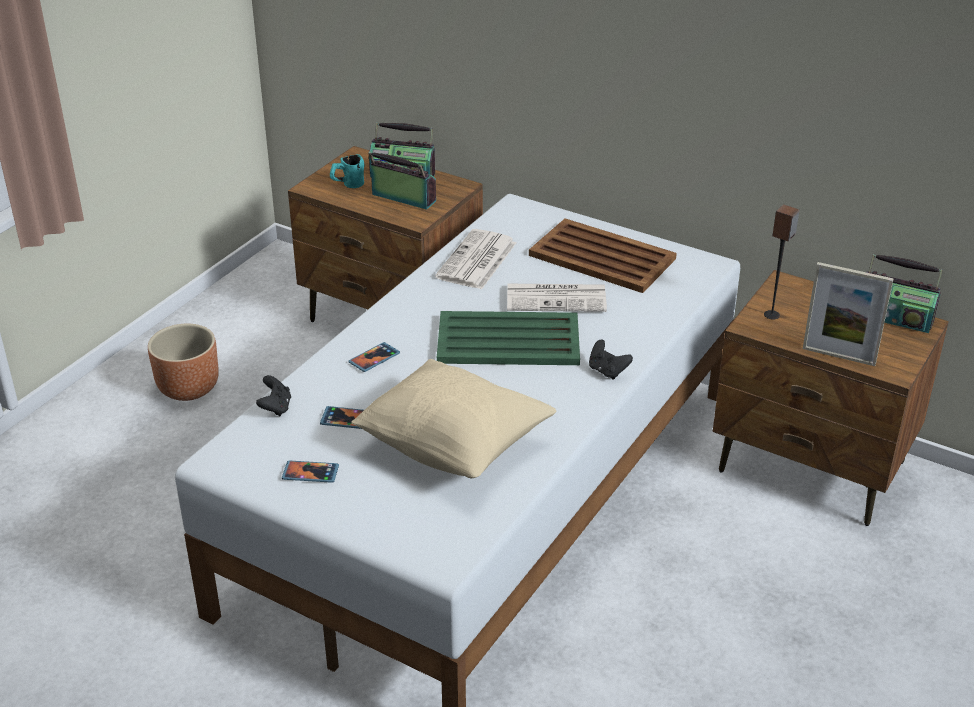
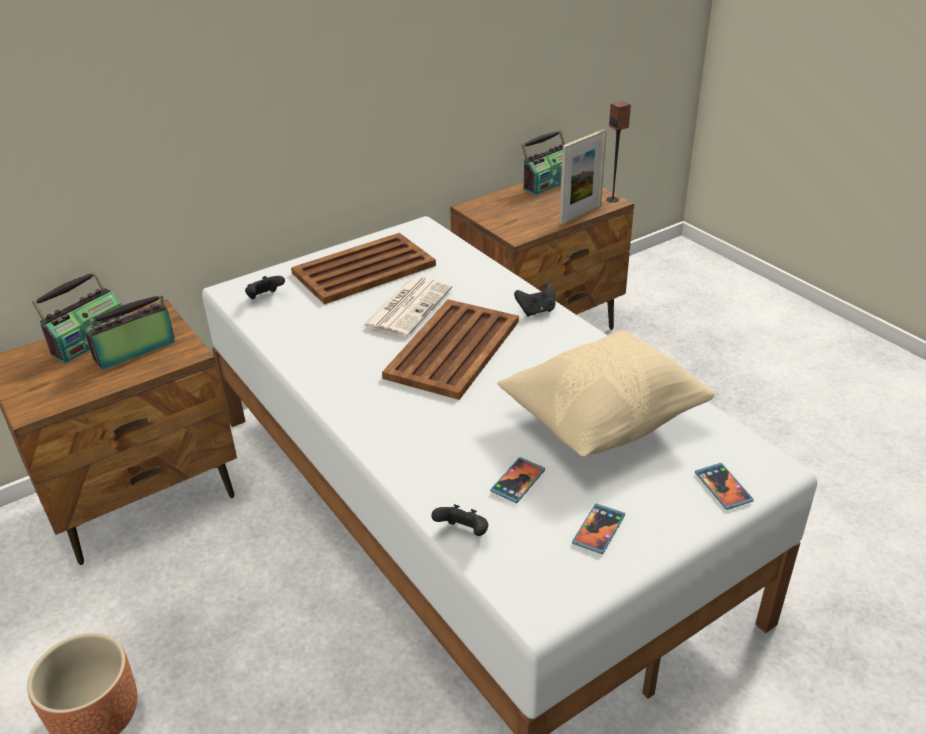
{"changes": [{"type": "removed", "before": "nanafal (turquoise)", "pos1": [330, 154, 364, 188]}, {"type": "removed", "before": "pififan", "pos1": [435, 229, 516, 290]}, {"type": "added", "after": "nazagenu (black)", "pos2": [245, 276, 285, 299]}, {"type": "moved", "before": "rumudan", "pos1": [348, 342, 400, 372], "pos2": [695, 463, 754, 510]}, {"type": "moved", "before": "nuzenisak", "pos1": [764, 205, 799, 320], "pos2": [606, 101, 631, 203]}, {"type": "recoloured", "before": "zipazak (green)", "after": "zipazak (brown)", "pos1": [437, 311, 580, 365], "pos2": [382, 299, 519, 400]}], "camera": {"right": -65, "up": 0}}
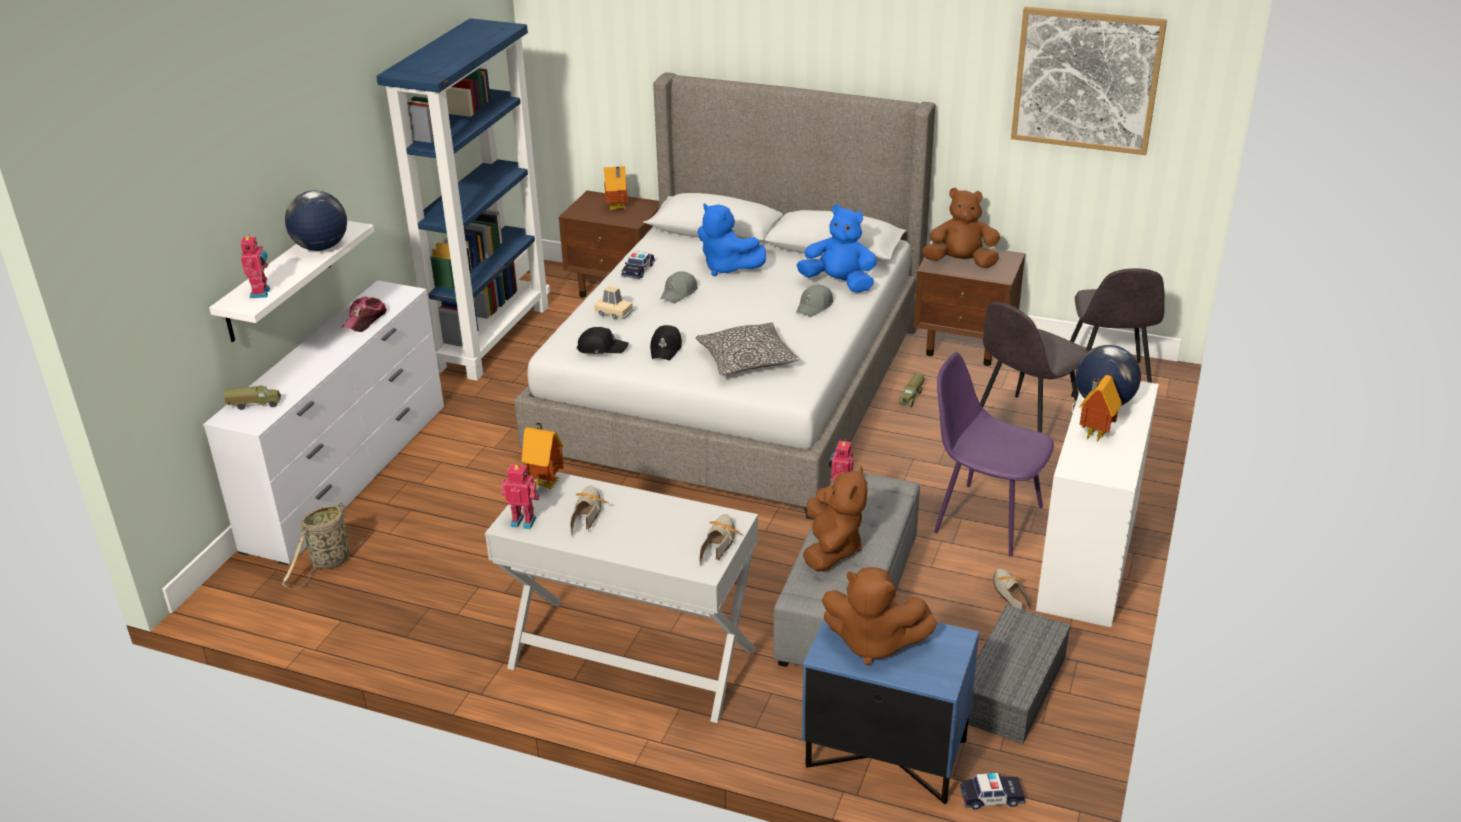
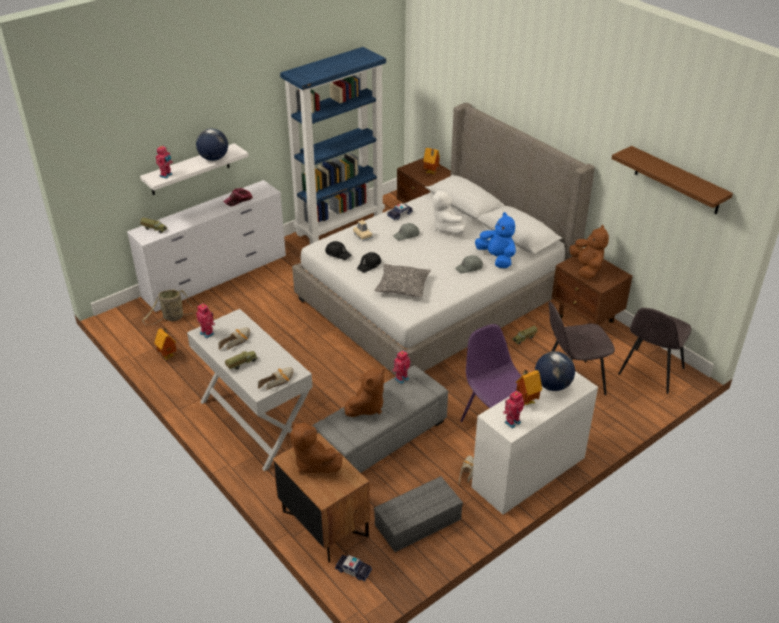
{"changes": [{"type": "added", "after": "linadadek", "pos2": [225, 351, 258, 370]}, {"type": "added", "after": "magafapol", "pos2": [503, 390, 525, 429]}, {"type": "moved", "before": "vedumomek", "pos1": [522, 422, 564, 489], "pos2": [154, 328, 177, 360]}, {"type": "replaced", "before": "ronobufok", "after": "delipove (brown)", "pos1": [1011, 7, 1167, 155], "pos2": [612, 146, 733, 214]}, {"type": "recoloured", "before": "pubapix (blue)", "after": "pubapix (white)", "pos1": [698, 203, 766, 276], "pos2": [433, 188, 466, 234]}, {"type": "recoloured", "before": "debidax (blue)", "after": "debidax (brown)", "pos1": [802, 620, 979, 804], "pos2": [273, 433, 370, 562]}, {"type": "turned", "before": "pubapix (brown)", "pos1": [922, 188, 1000, 268], "pos2": [570, 225, 609, 280], "turn": 45}], "camera": {"right": 30, "up": 5}}
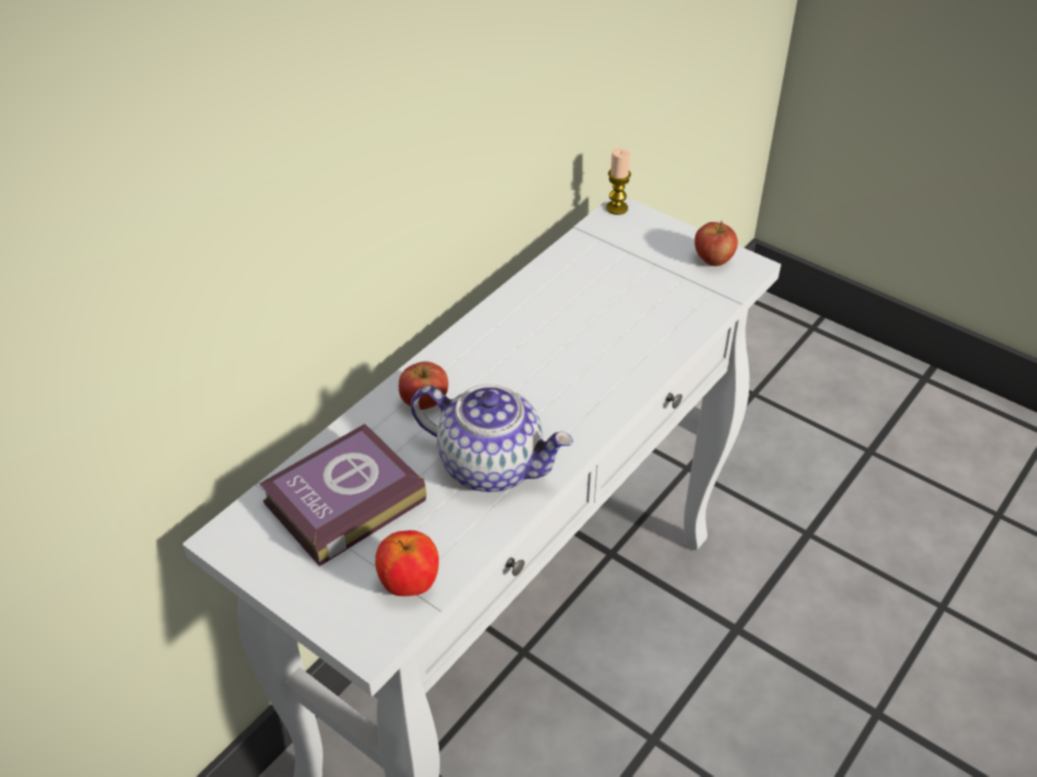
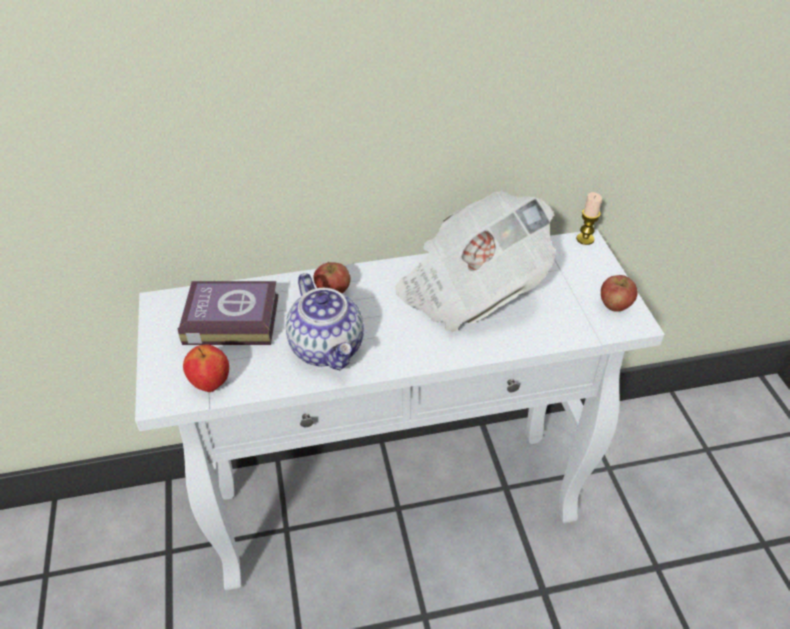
{"changes": [{"type": "added", "after": "pififan", "pos2": [396, 191, 556, 332]}], "camera": {"right": 40, "up": 0}}
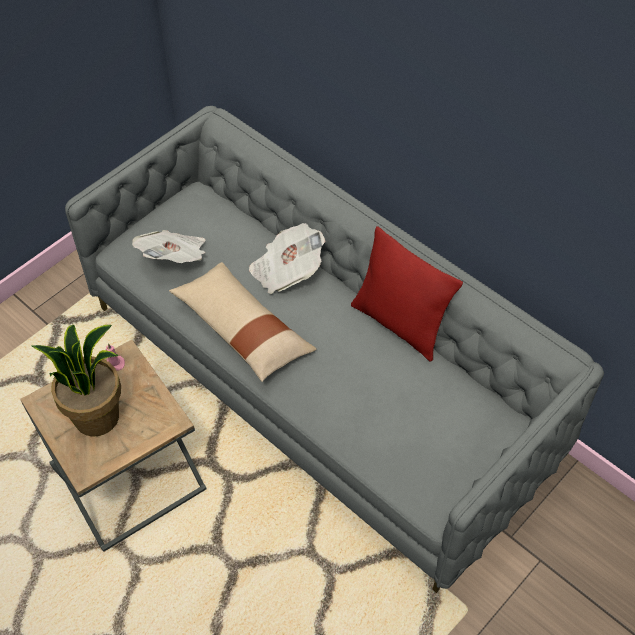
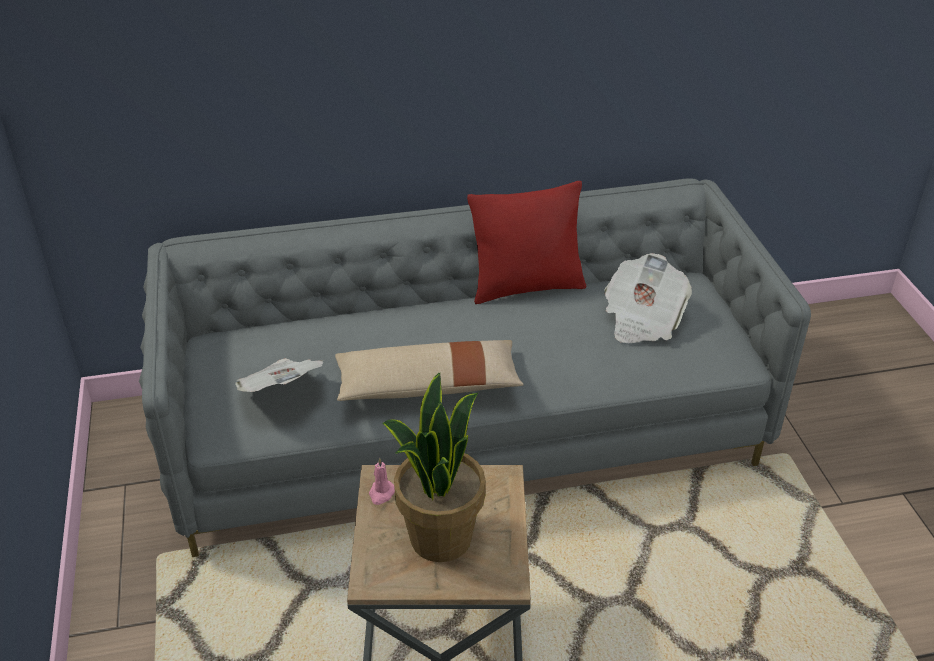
{"changes": [{"type": "moved", "before": "pififan", "pos1": [249, 223, 325, 294], "pos2": [604, 253, 692, 343]}], "camera": {"right": -55, "up": -15}}
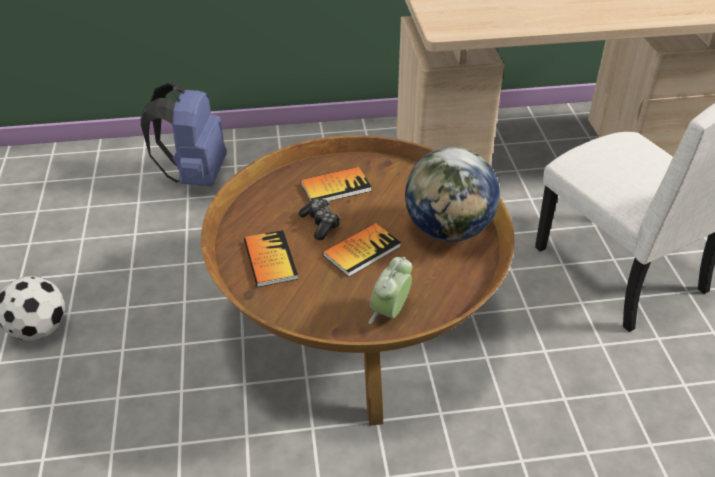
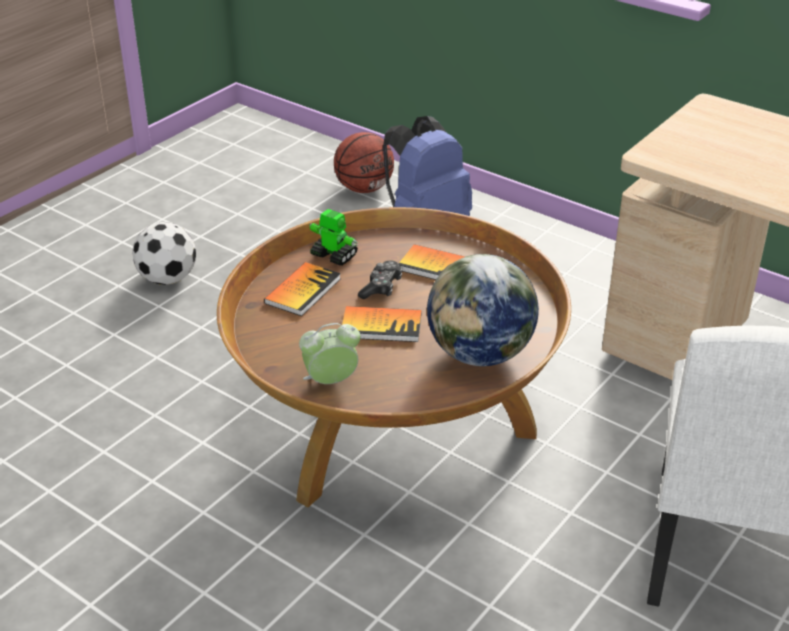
{"changes": [{"type": "added", "after": "magafapol", "pos2": [309, 209, 358, 265]}, {"type": "added", "after": "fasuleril", "pos2": [334, 132, 394, 193]}], "camera": {"right": 45, "up": -5}}
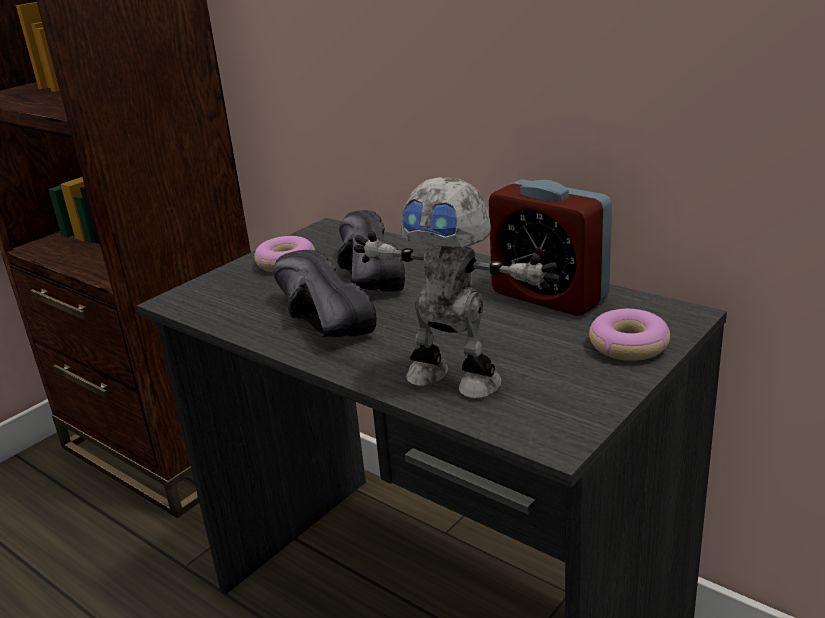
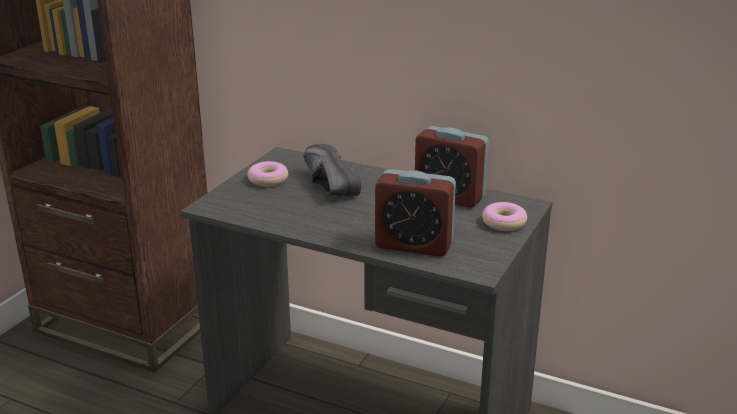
{"changes": [{"type": "removed", "before": "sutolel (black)", "pos1": [273, 250, 376, 337]}, {"type": "replaced", "before": "magafapol", "after": "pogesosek", "pos1": [354, 177, 560, 399], "pos2": [375, 169, 456, 257]}], "camera": {"right": -15, "up": 0}}
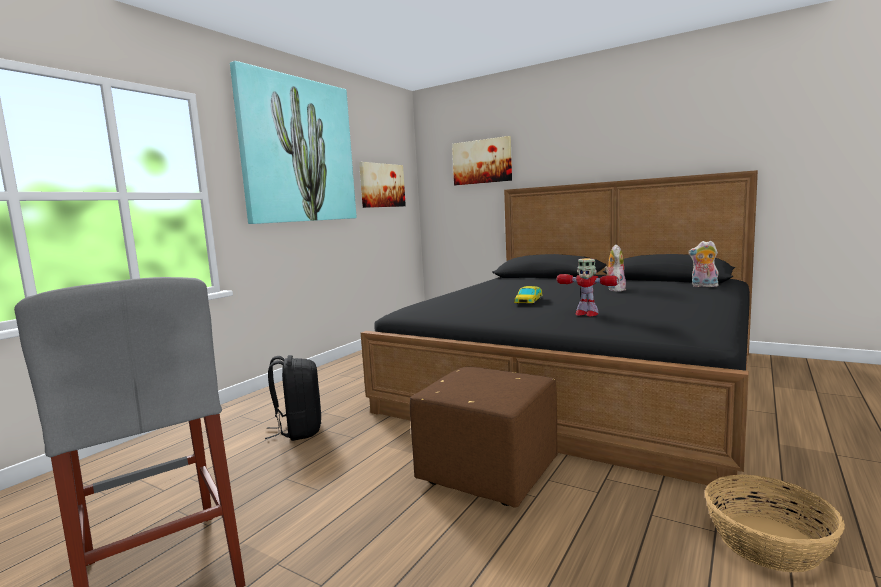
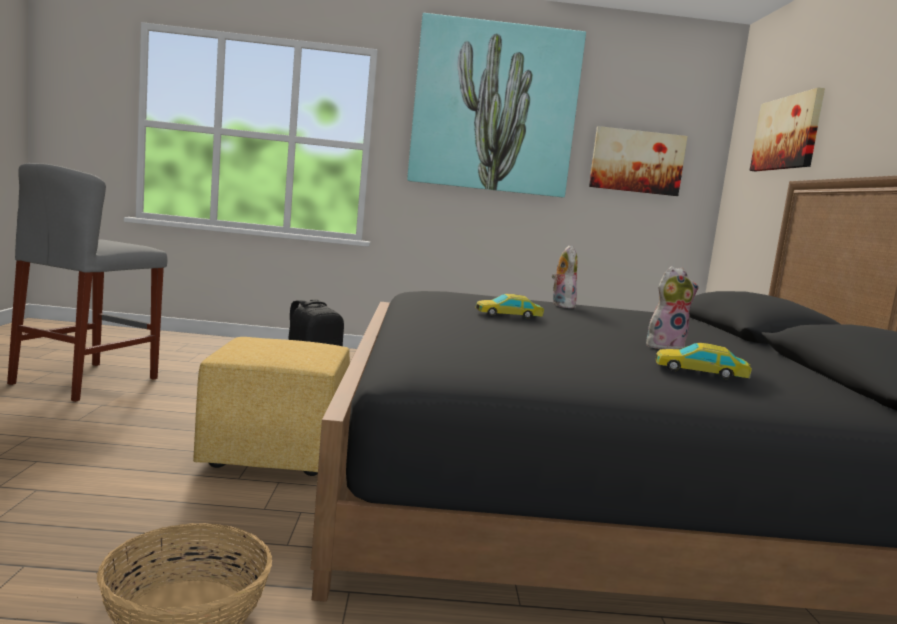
{"changes": [{"type": "removed", "before": "magafapol", "pos1": [557, 258, 619, 316]}, {"type": "added", "after": "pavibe", "pos2": [656, 343, 752, 379]}, {"type": "moved", "before": "pubapix", "pos1": [688, 241, 719, 287], "pos2": [552, 245, 577, 308]}, {"type": "recoloured", "before": "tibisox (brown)", "after": "tibisox (yellow)", "pos1": [410, 366, 558, 507], "pos2": [193, 337, 350, 476]}], "camera": {"right": 55, "up": 0}}
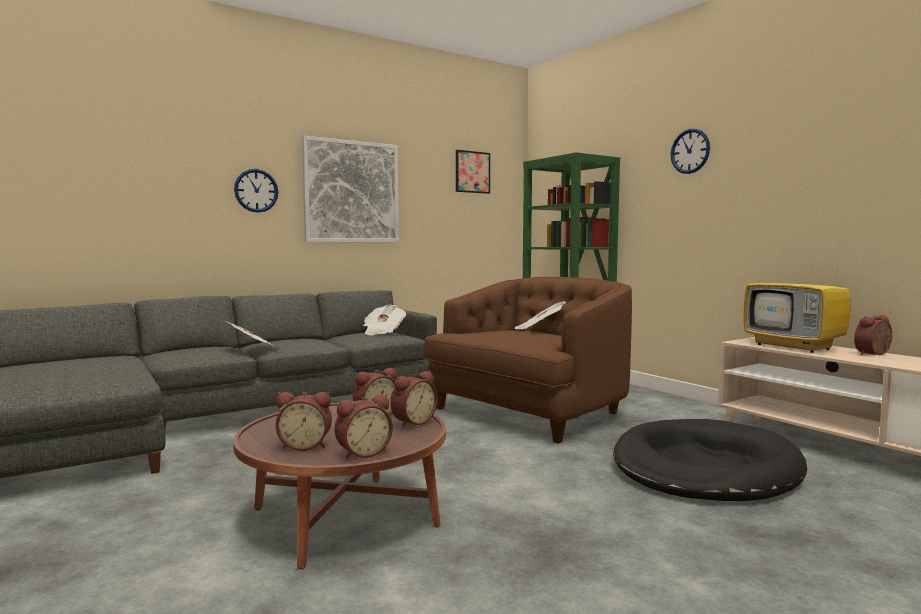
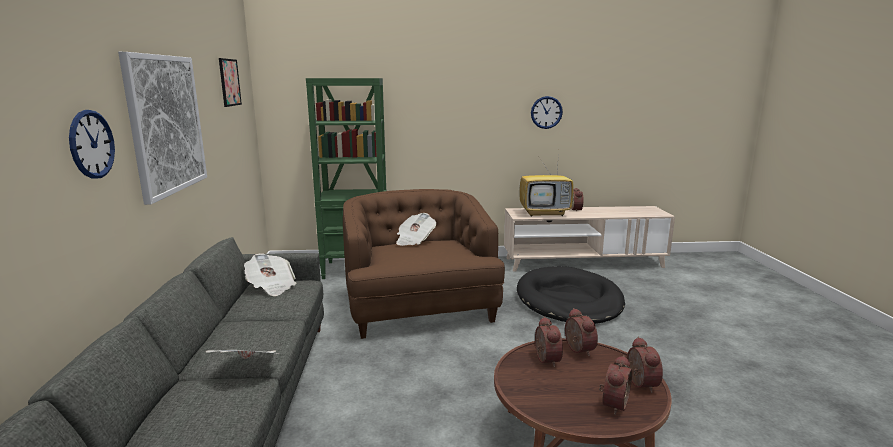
{"changes": [{"type": "moved", "before": "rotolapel", "pos1": [671, 129, 710, 174], "pos2": [531, 96, 563, 129]}], "camera": {"right": -60, "up": 10}}
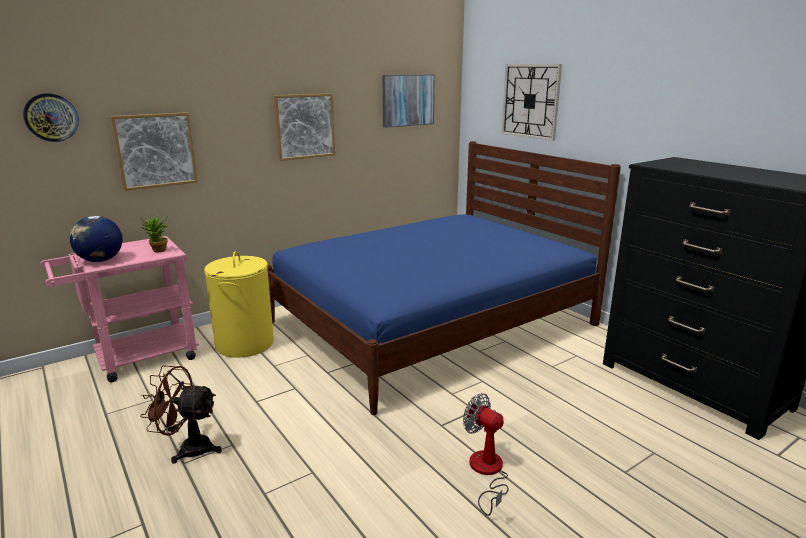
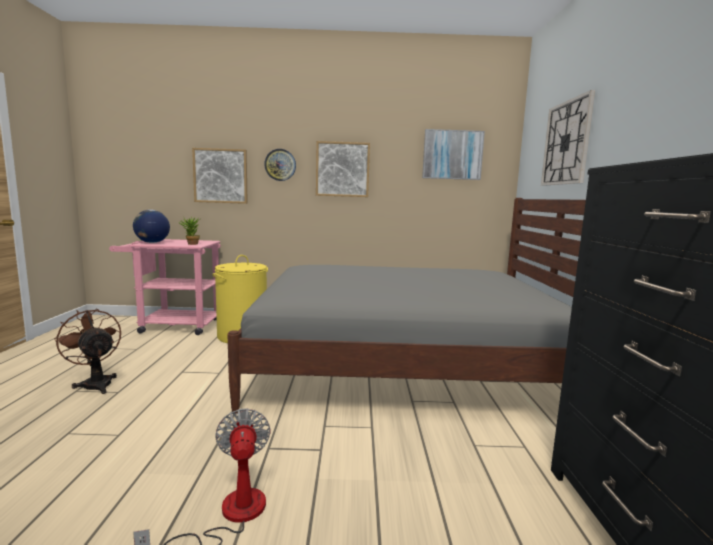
{"changes": [{"type": "moved", "before": "rotolapel", "pos1": [23, 93, 79, 142], "pos2": [264, 149, 296, 181]}, {"type": "recoloured", "before": "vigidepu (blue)", "after": "vigidepu (grey)", "pos1": [267, 141, 621, 415], "pos2": [227, 198, 586, 414]}], "camera": {"right": 35, "up": -10}}
